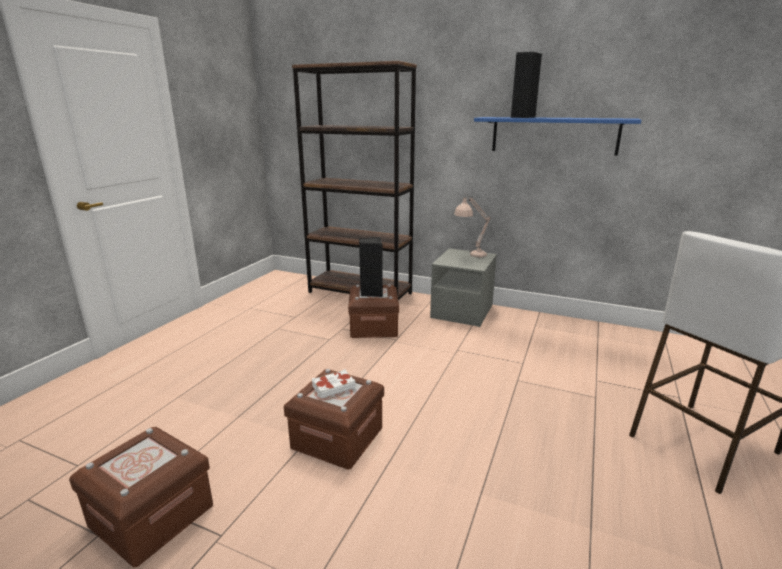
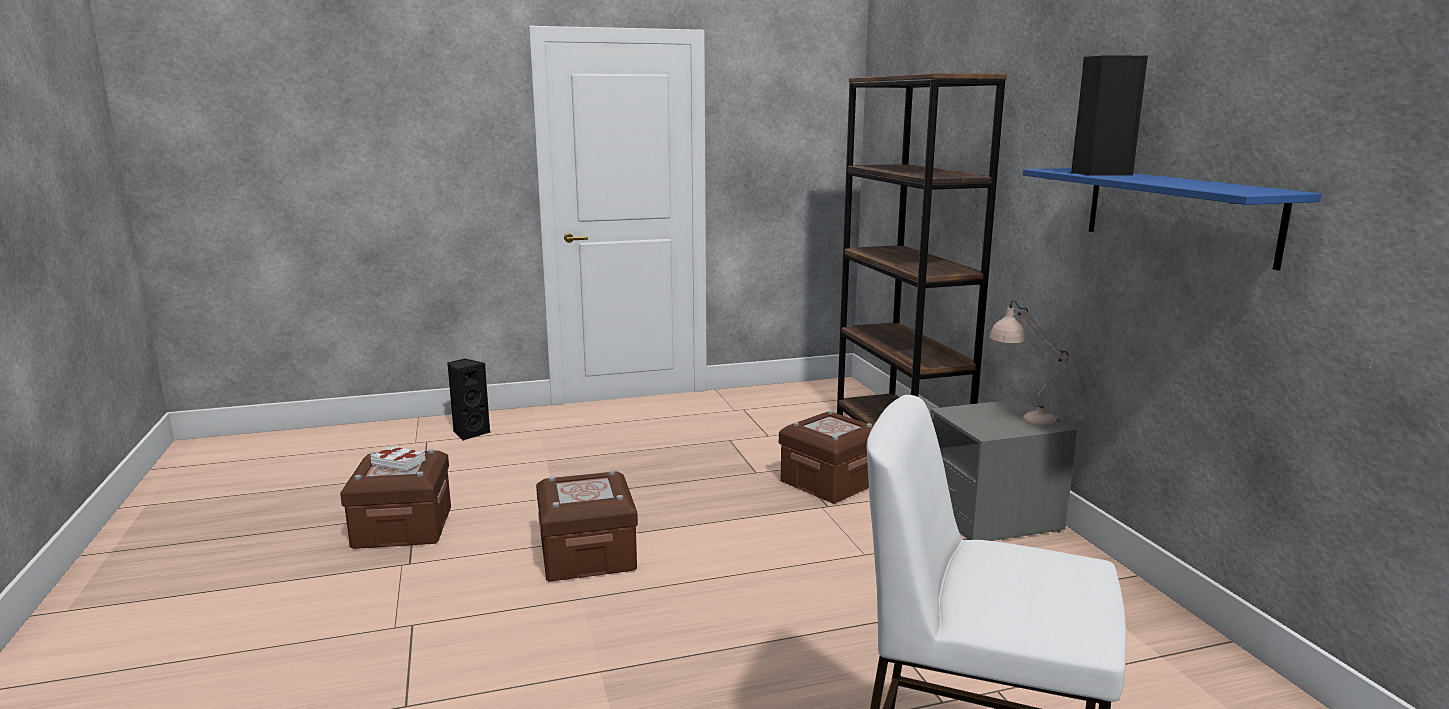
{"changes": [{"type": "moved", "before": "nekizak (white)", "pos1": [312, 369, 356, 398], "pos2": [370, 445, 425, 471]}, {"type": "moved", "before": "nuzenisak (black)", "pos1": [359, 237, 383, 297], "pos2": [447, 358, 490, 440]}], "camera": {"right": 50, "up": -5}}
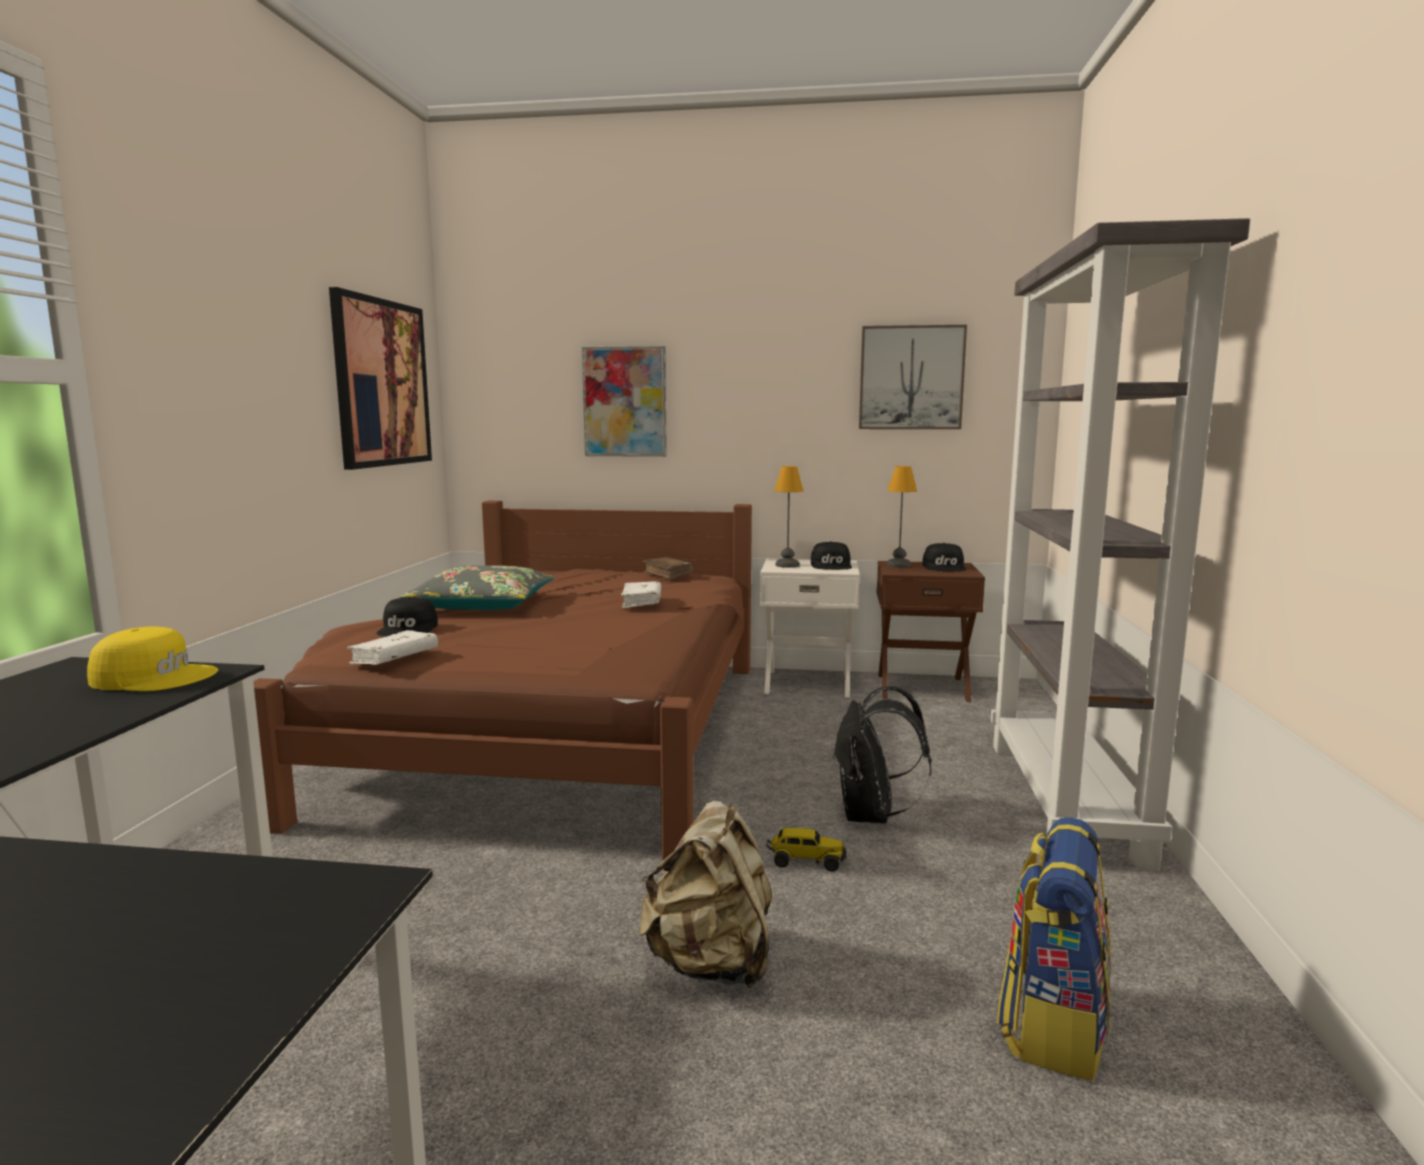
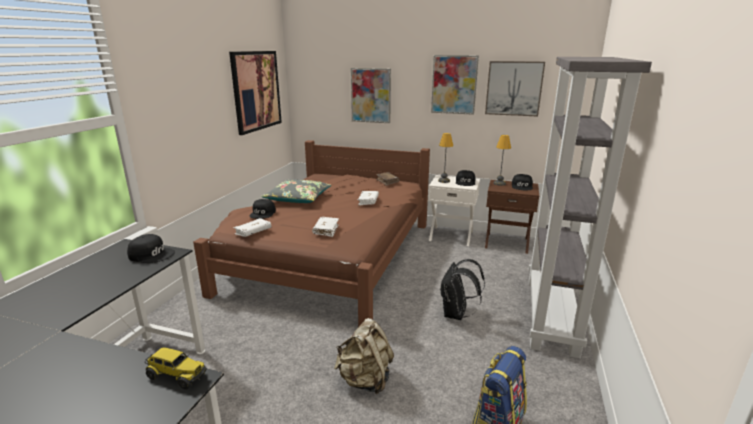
{"changes": [{"type": "added", "after": "nekizak (white)", "pos2": [312, 217, 339, 237]}, {"type": "added", "after": "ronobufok", "pos2": [431, 55, 479, 115]}, {"type": "moved", "before": "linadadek", "pos1": [766, 828, 847, 872], "pos2": [145, 347, 206, 390]}, {"type": "recoloured", "before": "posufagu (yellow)", "after": "posufagu (black)", "pos1": [87, 626, 218, 691], "pos2": [127, 234, 175, 263]}], "camera": {"right": 10, "up": 10}}
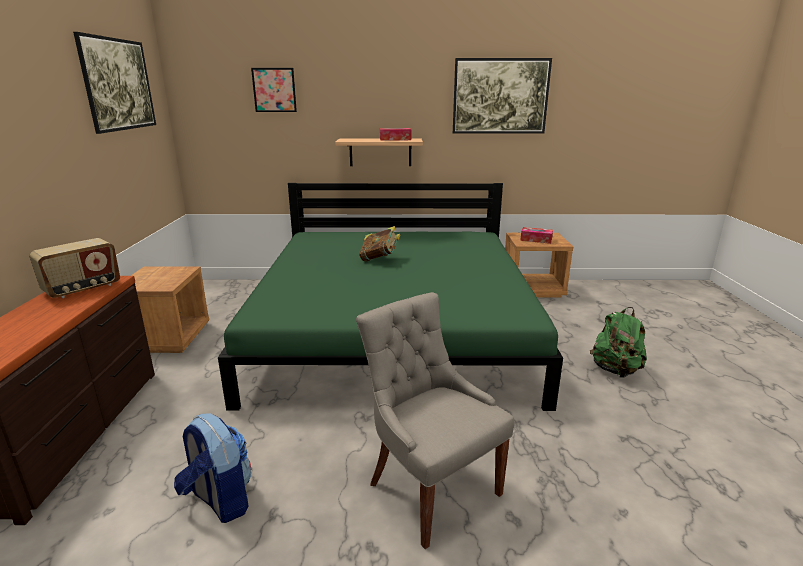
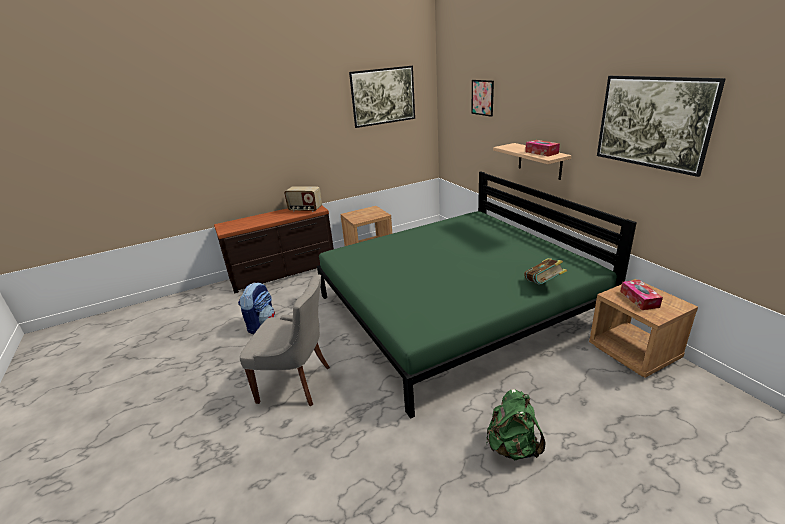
{"changes": [{"type": "moved", "before": "nekizak", "pos1": [359, 226, 400, 262], "pos2": [524, 258, 567, 285]}, {"type": "turned", "before": "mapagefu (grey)", "pos1": [356, 292, 514, 549], "pos2": [240, 275, 330, 406], "turn": 75}], "camera": {"right": 65, "up": 5}}
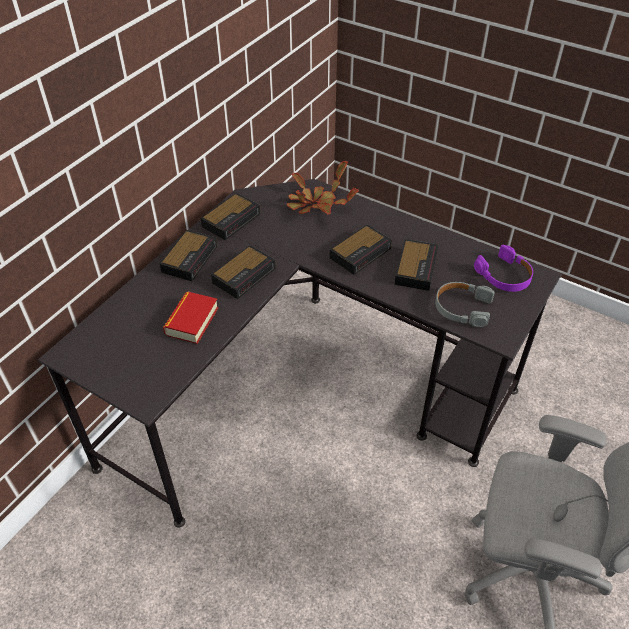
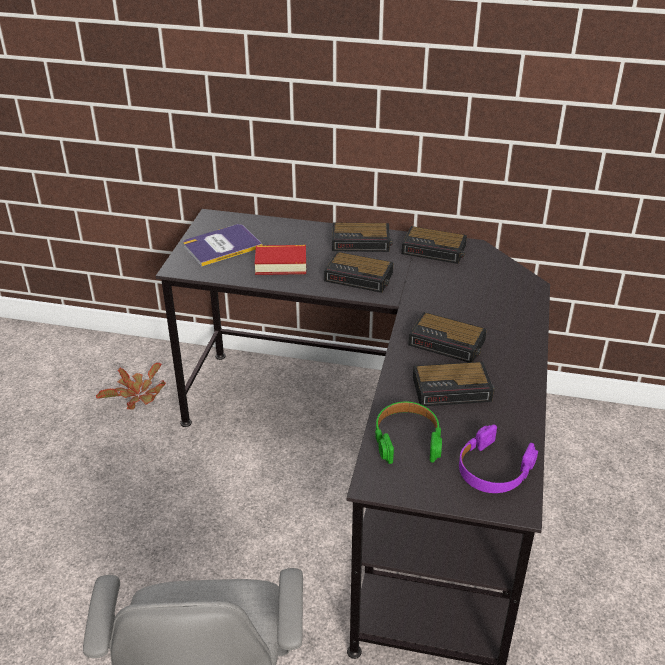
{"changes": [{"type": "added", "after": "nekizak", "pos2": [183, 224, 263, 266]}, {"type": "moved", "before": "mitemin", "pos1": [286, 161, 359, 214], "pos2": [96, 362, 166, 409]}, {"type": "recoloured", "before": "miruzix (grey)", "after": "miruzix (green)", "pos1": [435, 282, 494, 327], "pos2": [375, 402, 442, 464]}], "camera": {"right": 70, "up": -10}}
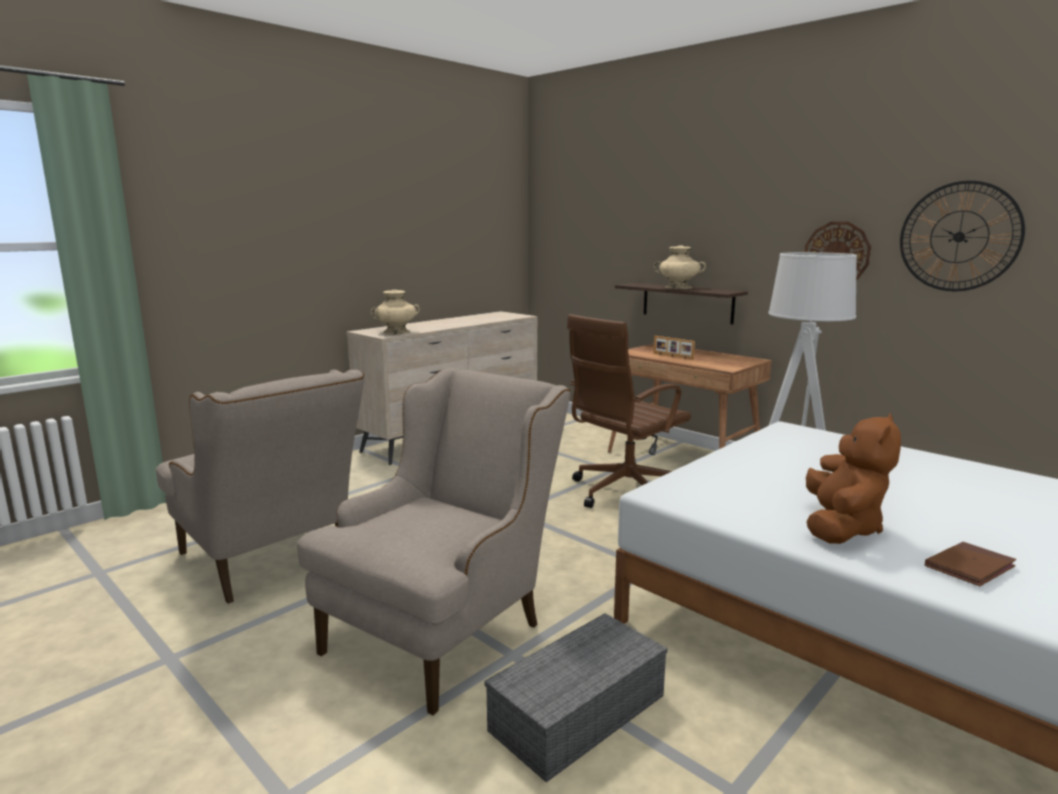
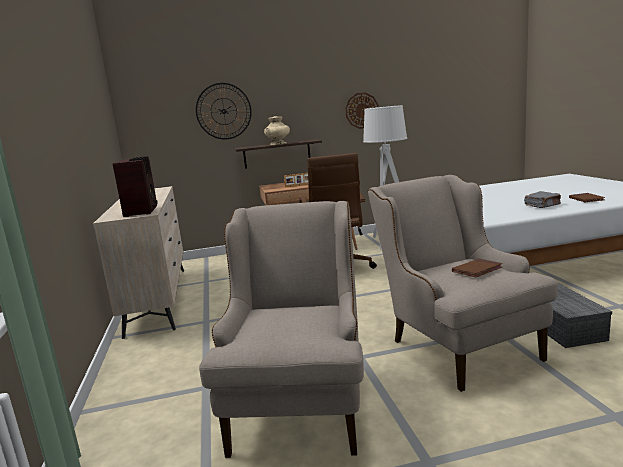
{"changes": [{"type": "added", "after": "nekizak (brown)", "pos2": [452, 258, 502, 277]}, {"type": "moved", "before": "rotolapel", "pos1": [900, 181, 1025, 291], "pos2": [196, 83, 252, 139]}, {"type": "replaced", "before": "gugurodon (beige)", "after": "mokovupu", "pos1": [371, 290, 420, 335], "pos2": [113, 156, 158, 217]}, {"type": "replaced", "before": "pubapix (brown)", "after": "nekizak (grey)", "pos1": [806, 413, 901, 544], "pos2": [524, 191, 561, 208]}, {"type": "turned", "before": "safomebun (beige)", "pos1": [156, 370, 364, 604], "pos2": [199, 201, 364, 458], "turn": -75}], "camera": {"right": -55, "up": 0}}
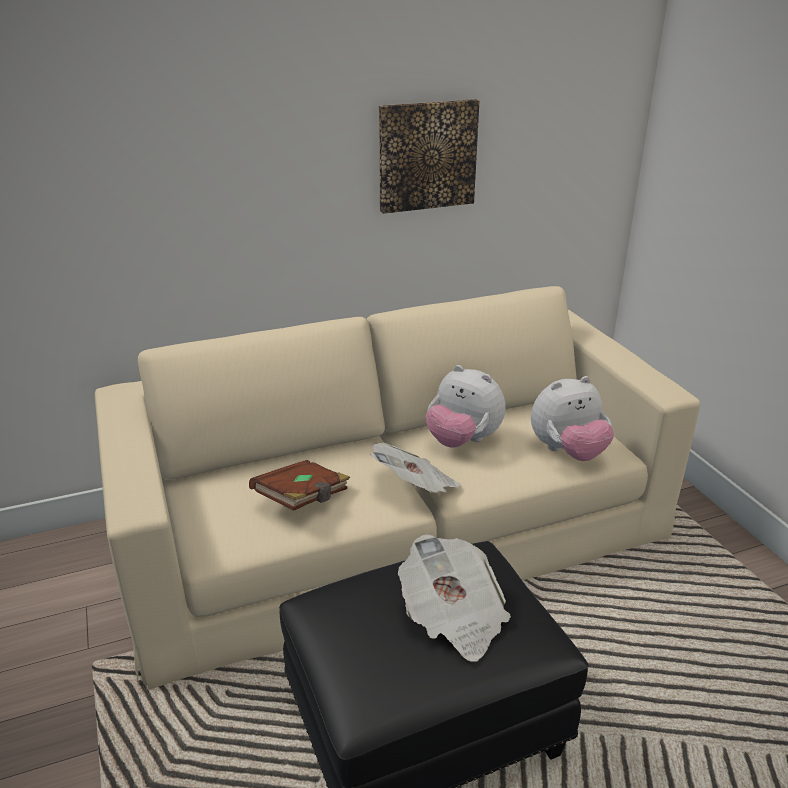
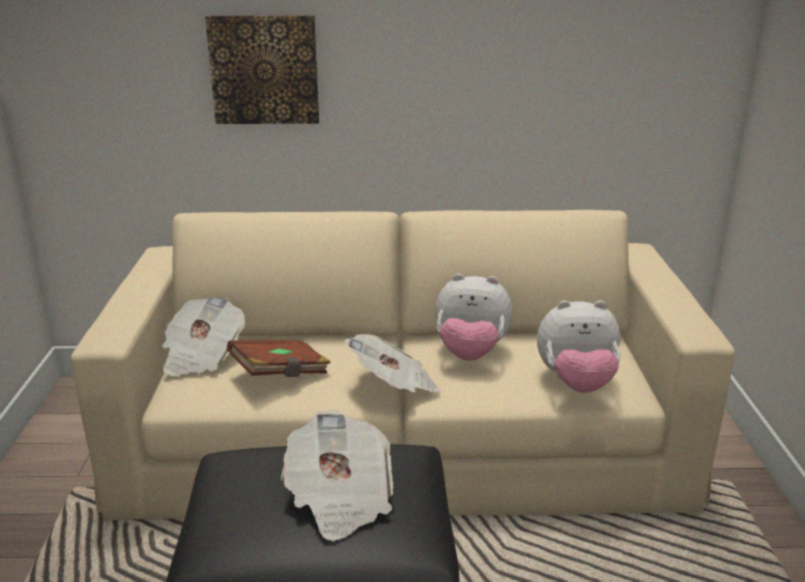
{"changes": [{"type": "added", "after": "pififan", "pos2": [162, 298, 245, 376]}, {"type": "moved", "before": "ronobufok", "pos1": [379, 99, 479, 214], "pos2": [205, 15, 319, 124]}, {"type": "turned", "before": "pubapix", "pos1": [426, 365, 505, 448], "pos2": [436, 274, 513, 361], "turn": -45}], "camera": {"right": 20, "up": -5}}
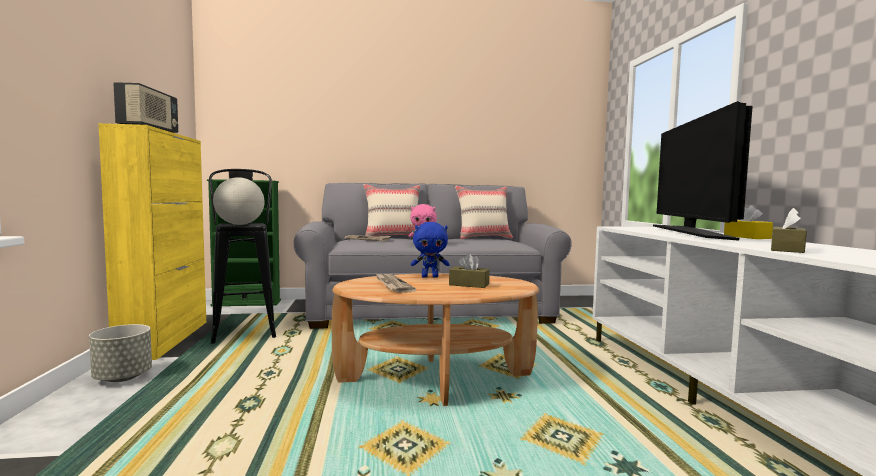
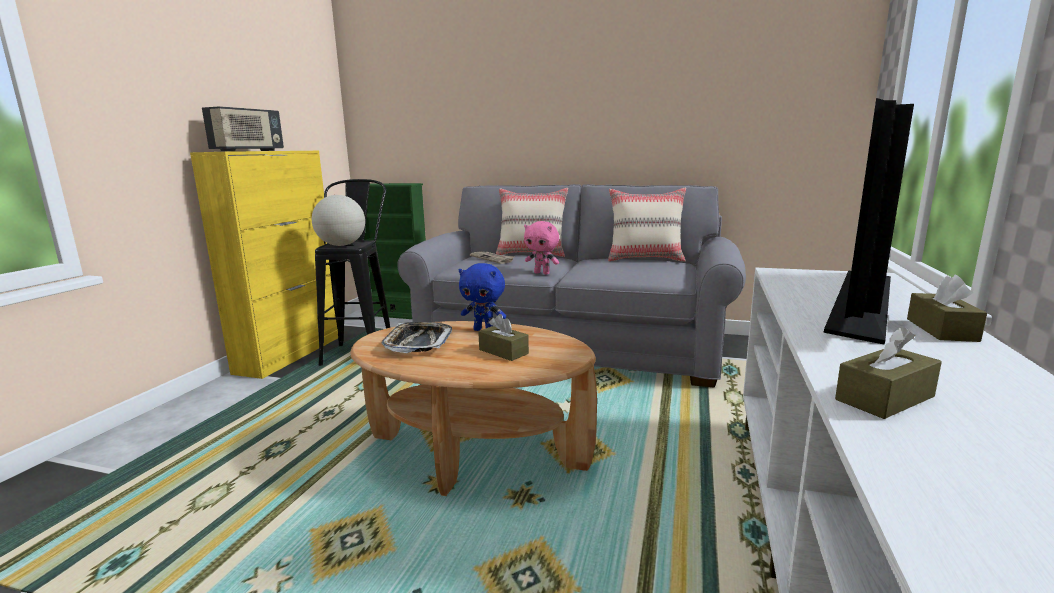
{"changes": [{"type": "removed", "before": "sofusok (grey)", "pos1": [89, 324, 152, 382]}, {"type": "replaced", "before": "pififan", "after": "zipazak", "pos1": [375, 273, 416, 293], "pos2": [382, 322, 452, 353]}, {"type": "recoloured", "before": "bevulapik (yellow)", "after": "bevulapik (brown)", "pos1": [724, 205, 773, 239], "pos2": [907, 274, 987, 342]}], "camera": {"right": 25, "up": 10}}
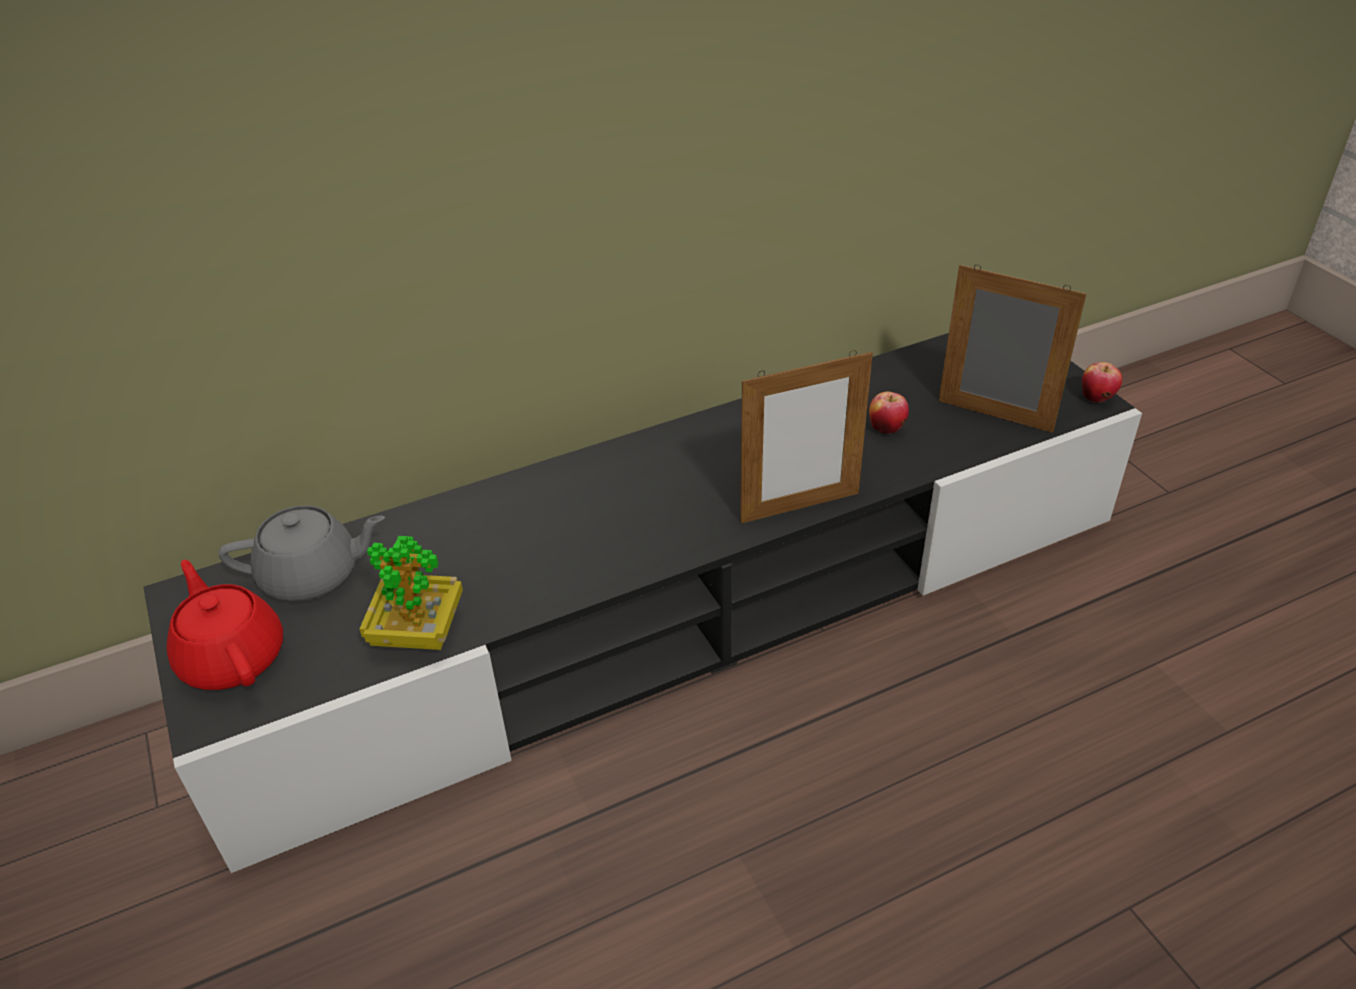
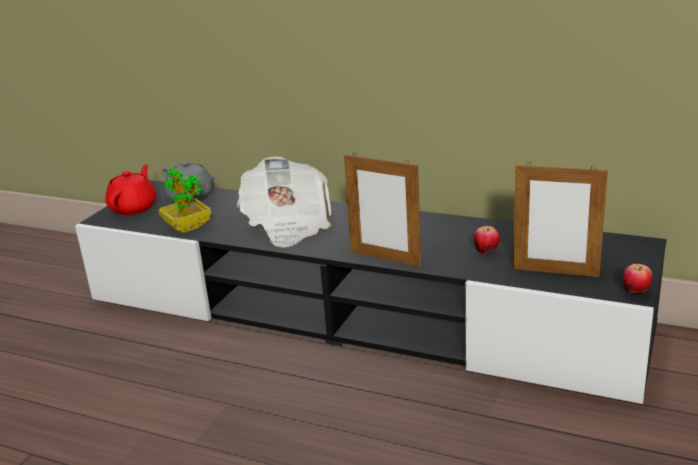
{"changes": [{"type": "added", "after": "pififan", "pos2": [237, 156, 331, 248]}, {"type": "turned", "before": "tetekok", "pos1": [939, 264, 1087, 433], "pos2": [513, 162, 608, 277], "turn": 120}], "camera": {"right": 50, "up": -15}}
